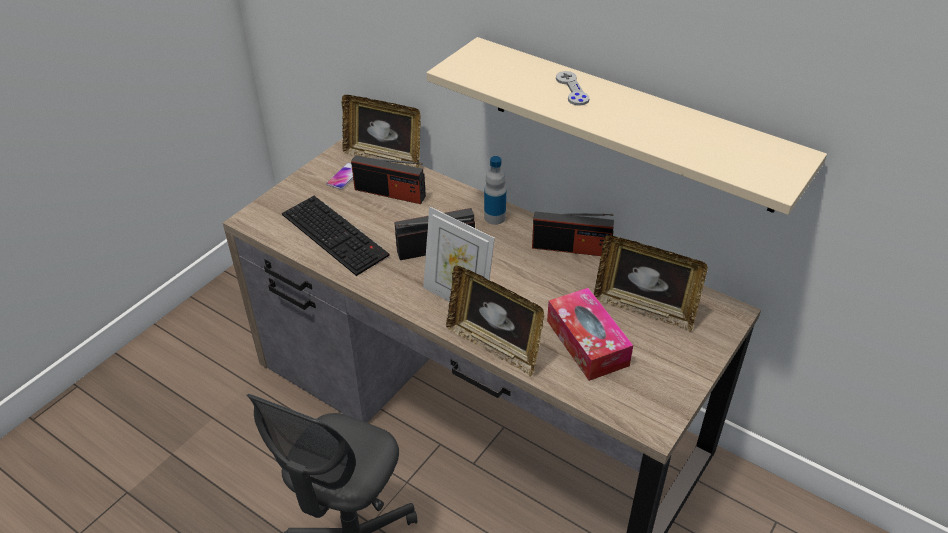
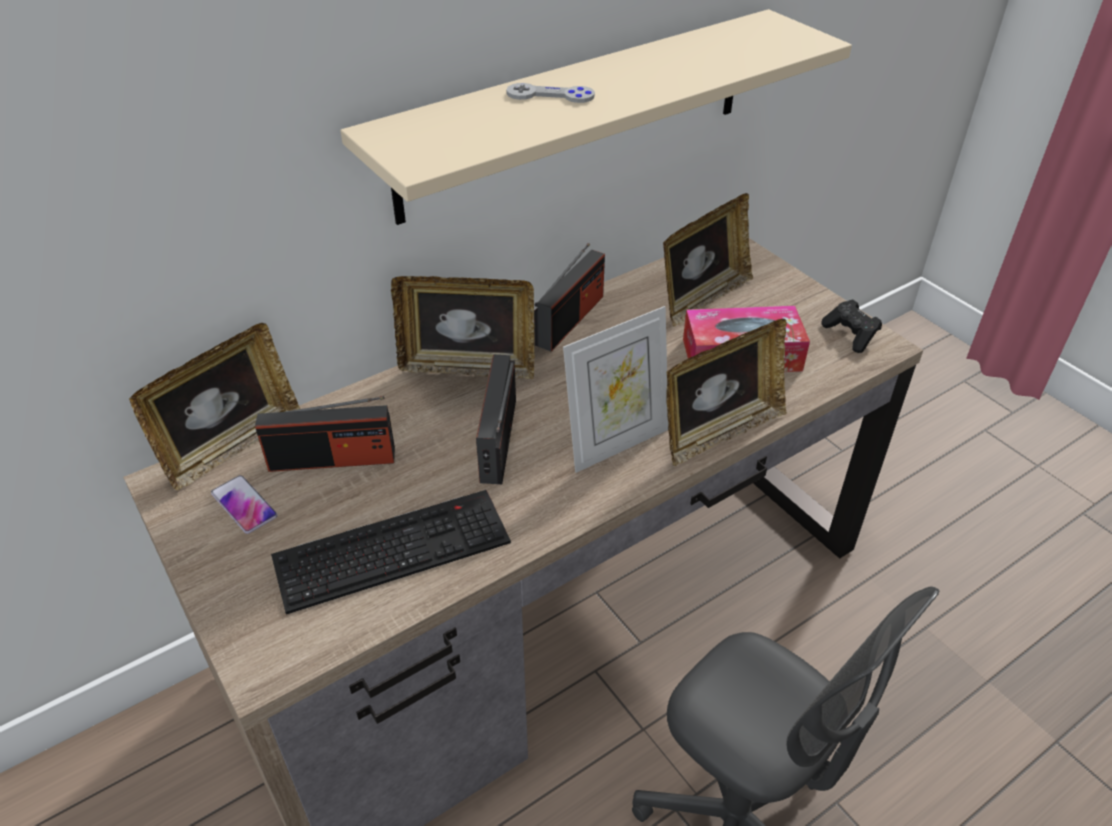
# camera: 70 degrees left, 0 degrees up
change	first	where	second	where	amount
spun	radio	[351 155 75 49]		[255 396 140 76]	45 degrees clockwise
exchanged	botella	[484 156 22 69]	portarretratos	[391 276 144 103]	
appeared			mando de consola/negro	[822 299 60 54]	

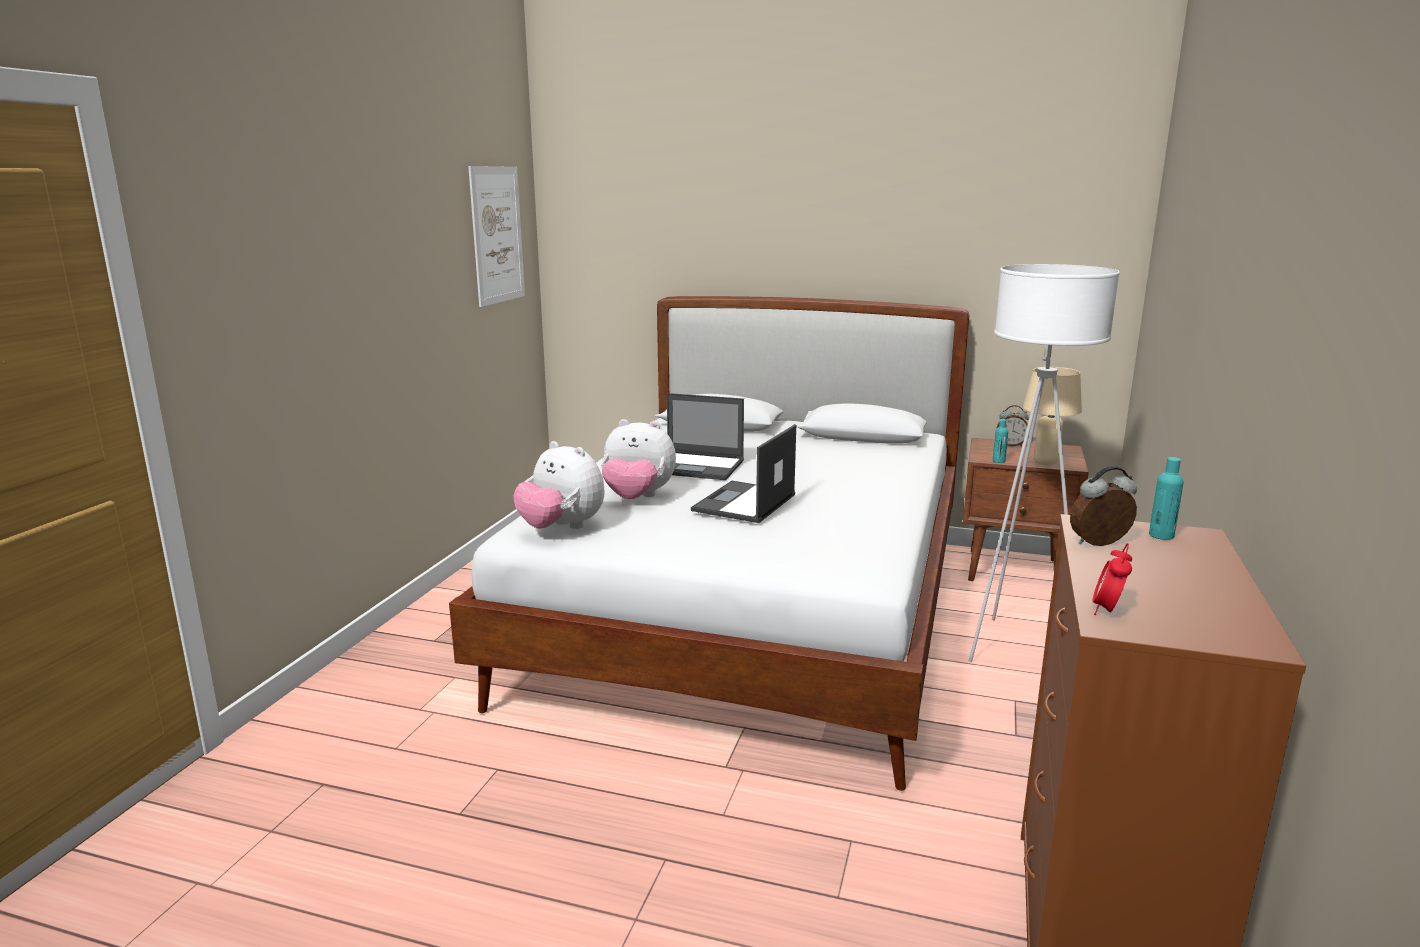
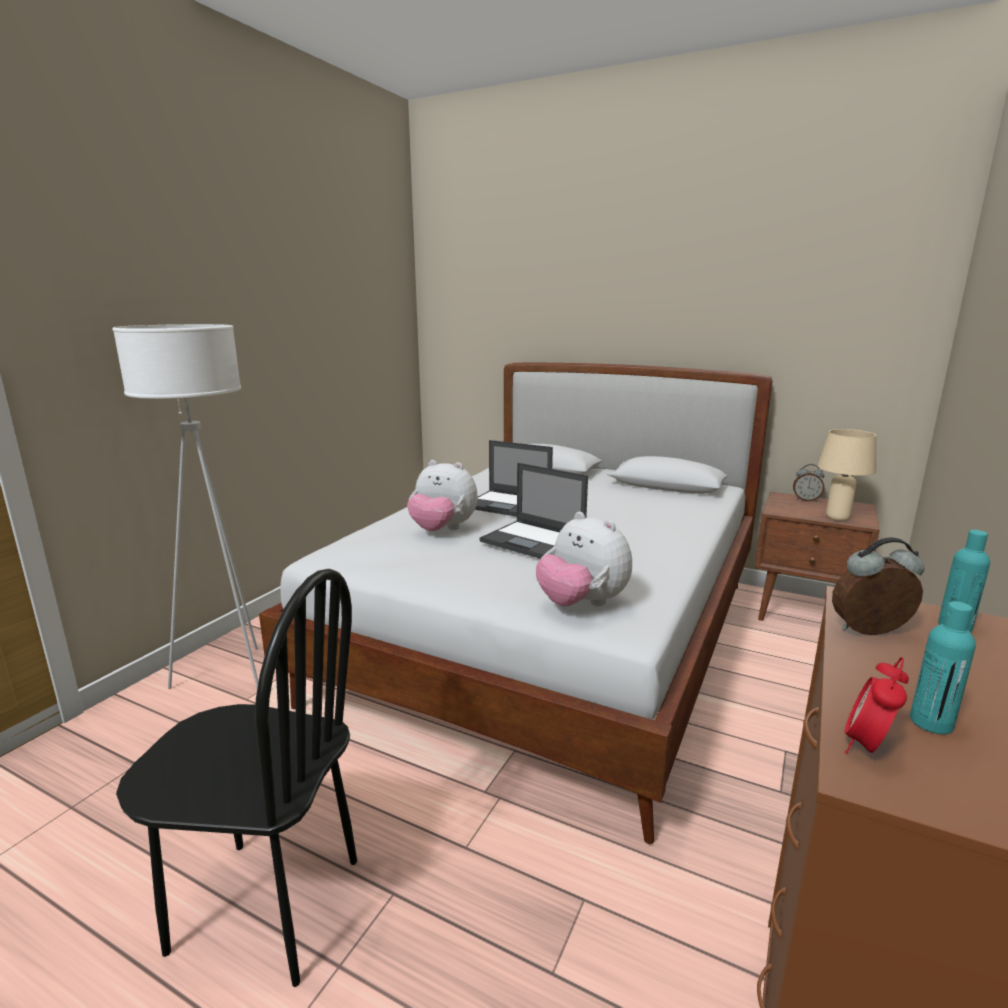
# camera: 10 degrees right, 0 degrees up
change	first	where	second	where	amount
missing	cuadro	[468 166 57 141]			
relocated	peluche	[513 441 92 88]		[536 512 96 94]	
spun	portátil	[691 424 105 99]		[479 463 109 96]	90 degrees counterclockwise
relocated	lámpara de pie/blanco	[969 264 151 398]		[112 324 147 365]	
relocated	botella/turquesa	[993 419 15 44]		[910 601 66 133]	
appeared			silla/negro	[116 569 241 418]	

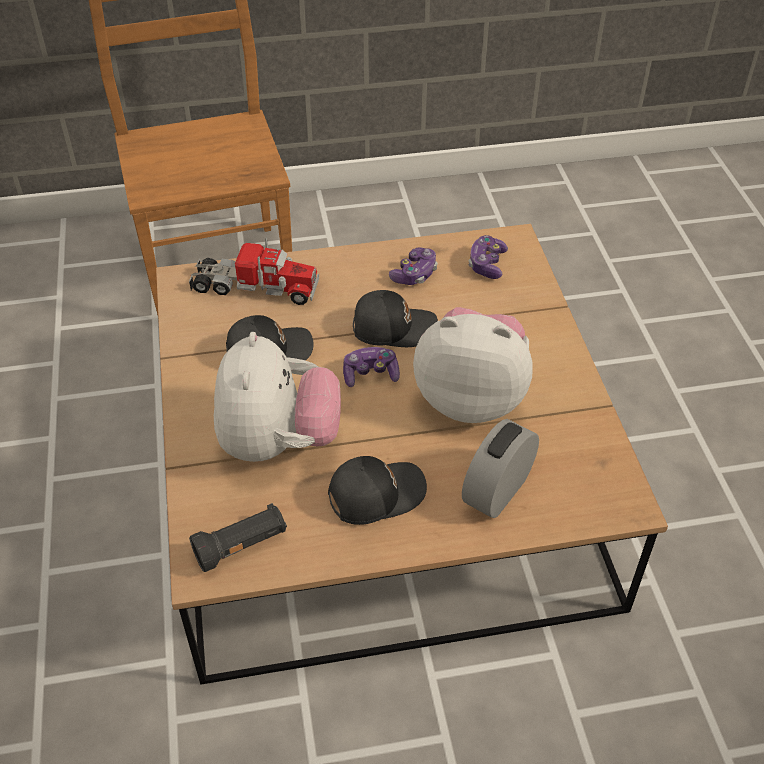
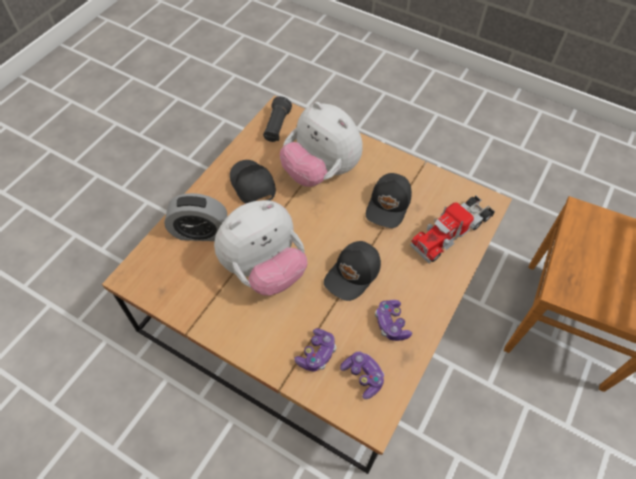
# camera: 130 degrees right, 10 degrees up
change	first	where	second	where	amount
spun	gorra/negro	[328 456 99 69]		[230 160 46 44]	135 degrees clockwise
relocated	mando de consola	[343 347 57 40]		[294 328 42 44]	
spun	despertador	[462 419 77 99]		[164 193 63 48]	105 degrees clockwise

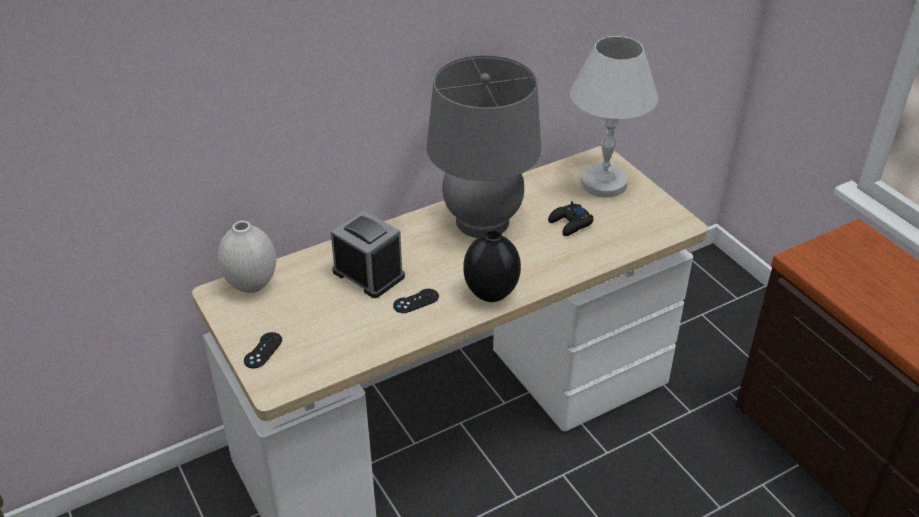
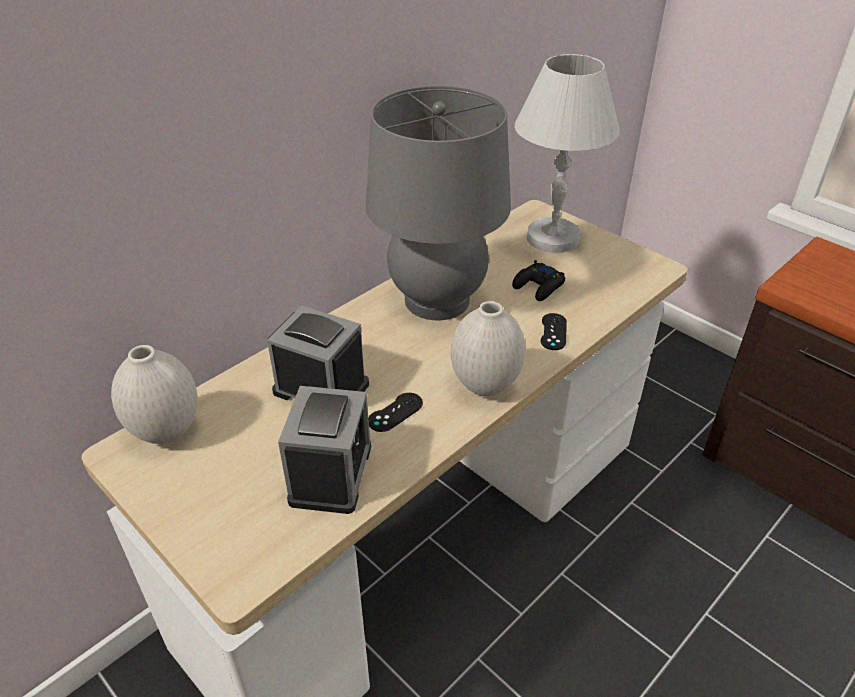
# camera: 15 degrees left, 0 degrees up
change	first	where	second	where	amount
relocated	mando de consola/negro	[244 332 38 37]		[541 313 26 37]	
colour	florero/negro	[463 229 58 73]	florero/blanco	[451 301 75 95]	
appeared			despertador	[278 386 93 128]	

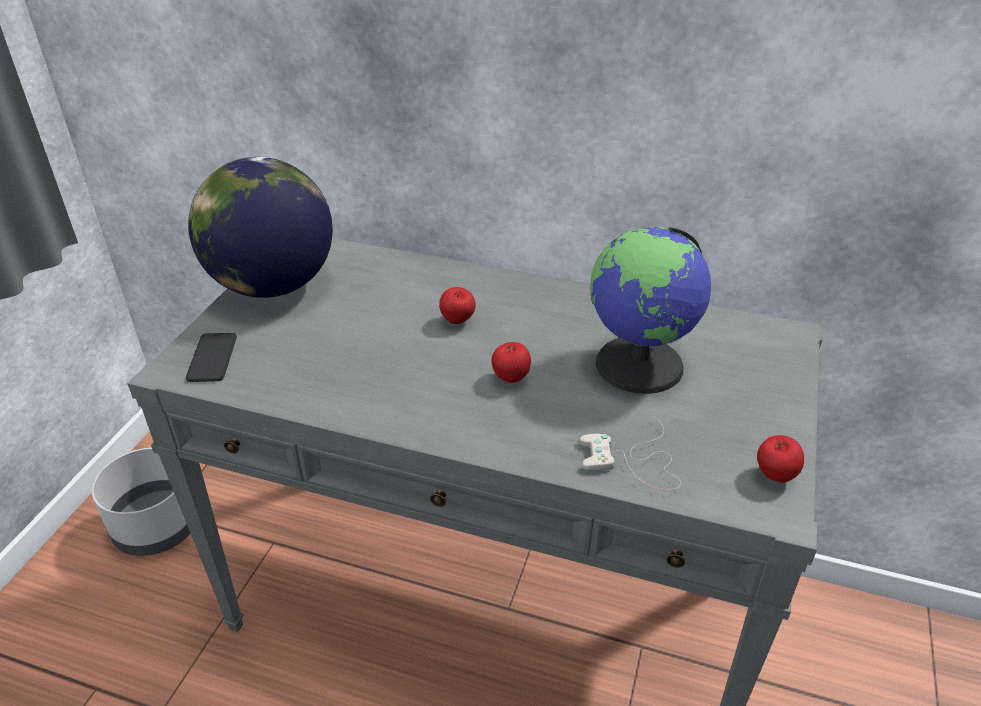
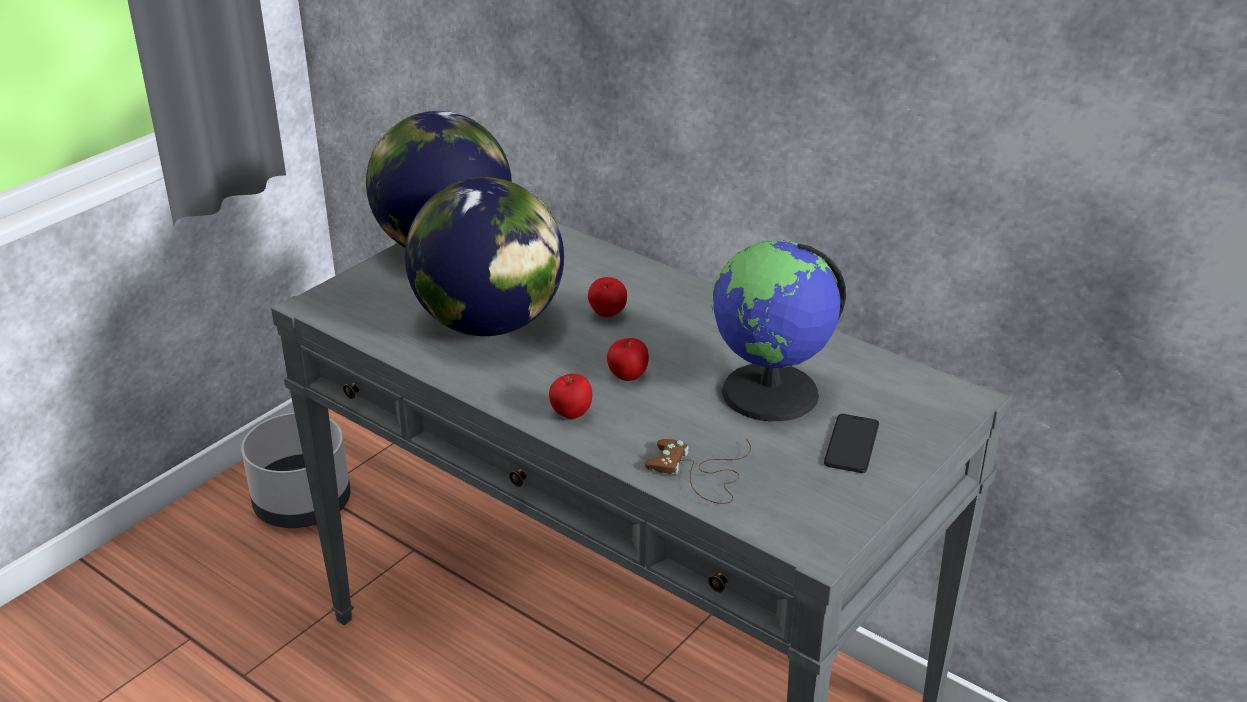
# camera: 20 degrees right, 5 degrees down
change	first	where	second	where	amount
relocated	móvil	[186 333 51 49]		[824 414 55 59]	
colour	mando de consola/blanco	[579 416 102 74]	mando de consola/marrón	[645 439 106 65]	
relocated	manzana	[757 435 47 47]		[549 374 43 45]	
appeared			globo terráqueo	[405 177 159 159]	

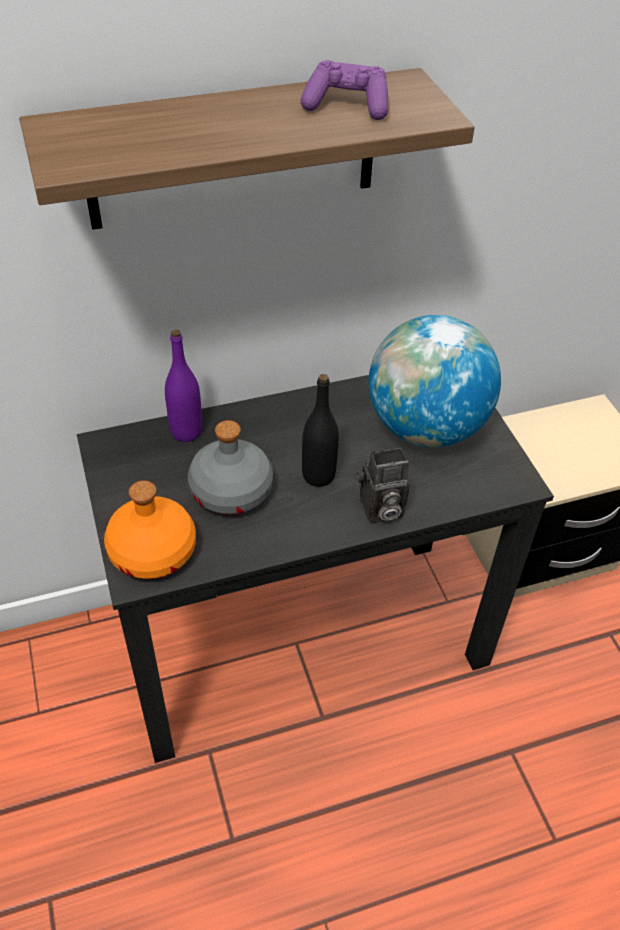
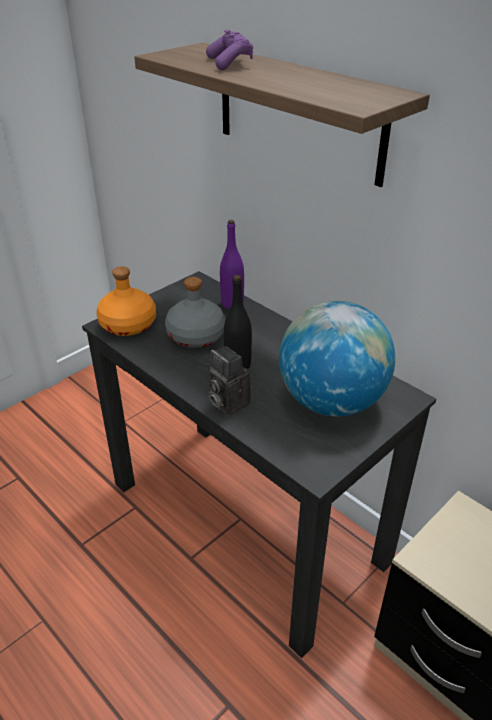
# camera: 65 degrees right, 10 degrees down
change	first	where	second	where	amount
relocated	mando de consola/morado	[301 60 87 60]		[206 30 47 40]	

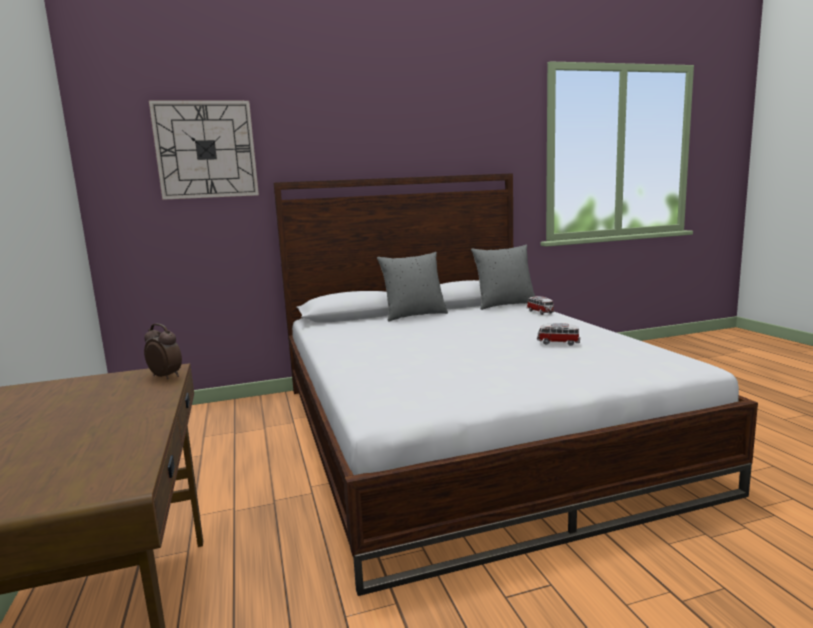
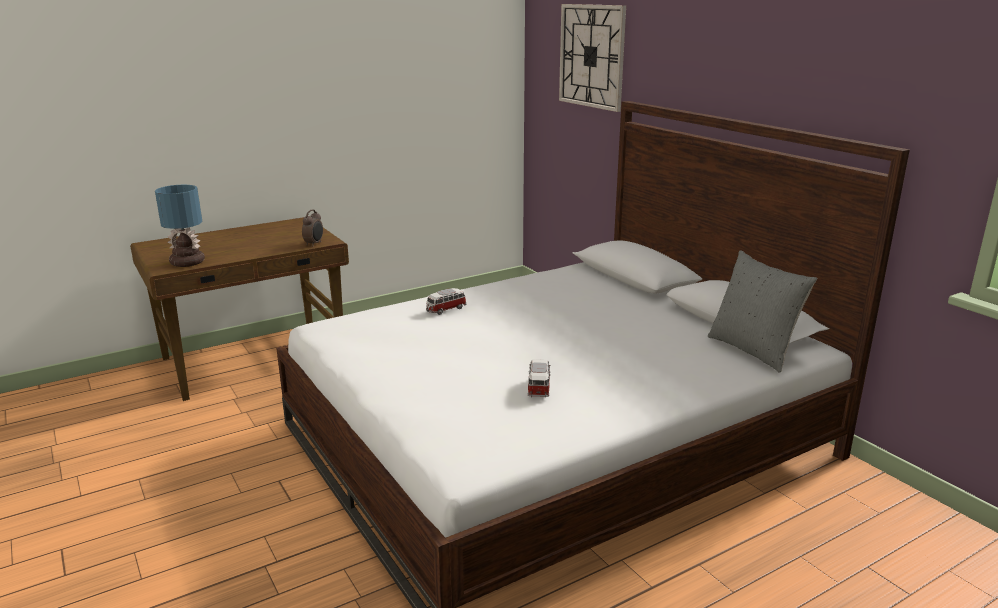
# camera: 75 degrees right, 10 degrees up
change	first	where	second	where	amount
missing	cojín/gris	[377 252 71 70]			
relocated	coche de juguete	[527 296 27 19]		[426 288 41 27]	
appeared			lámpara de mesa	[155 185 50 82]	

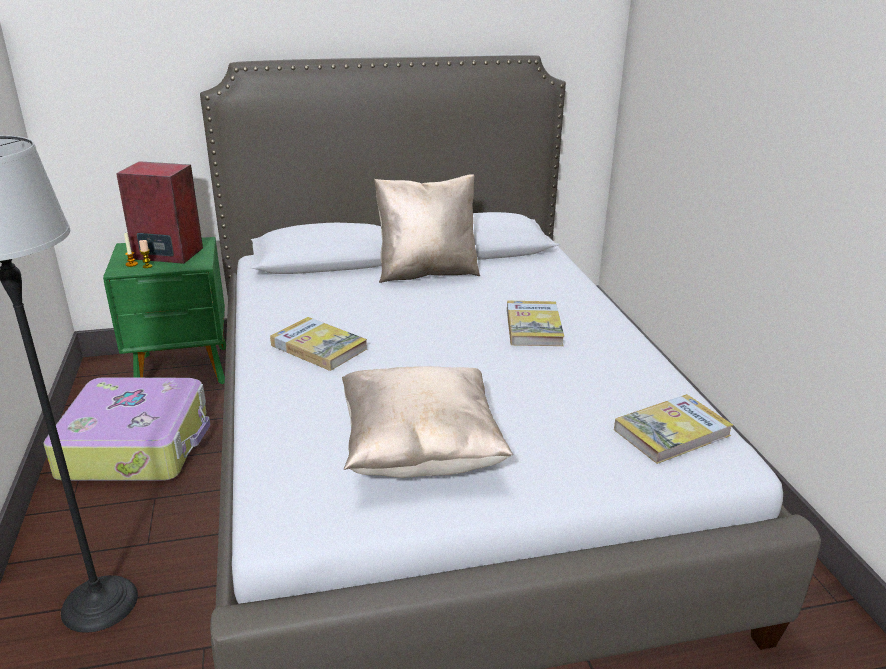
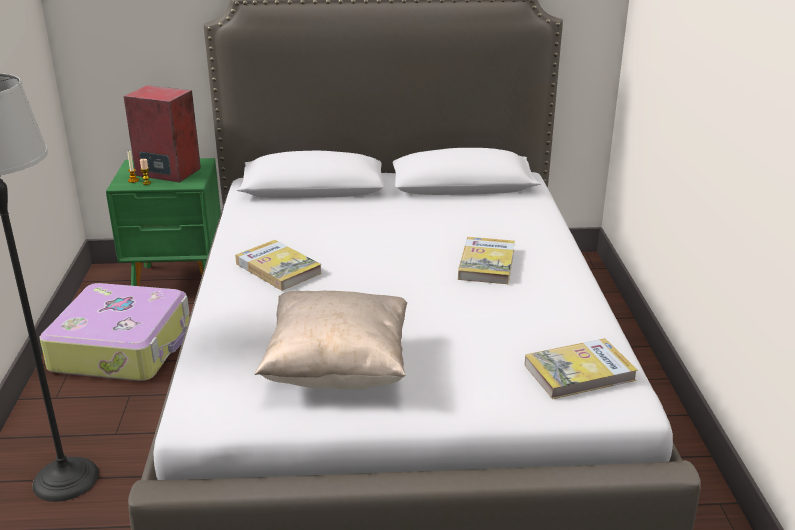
# camera: 10 degrees right, 0 degrees up
change	first	where	second	where	amount
missing	cojín/beis	[374 174 106 109]			

